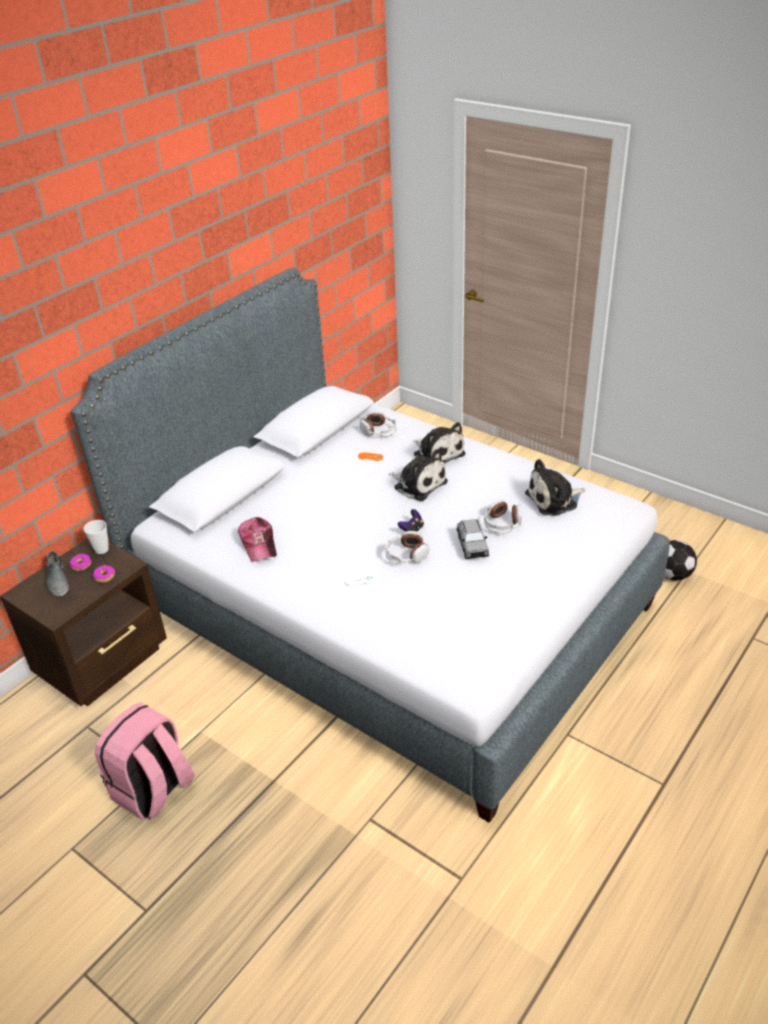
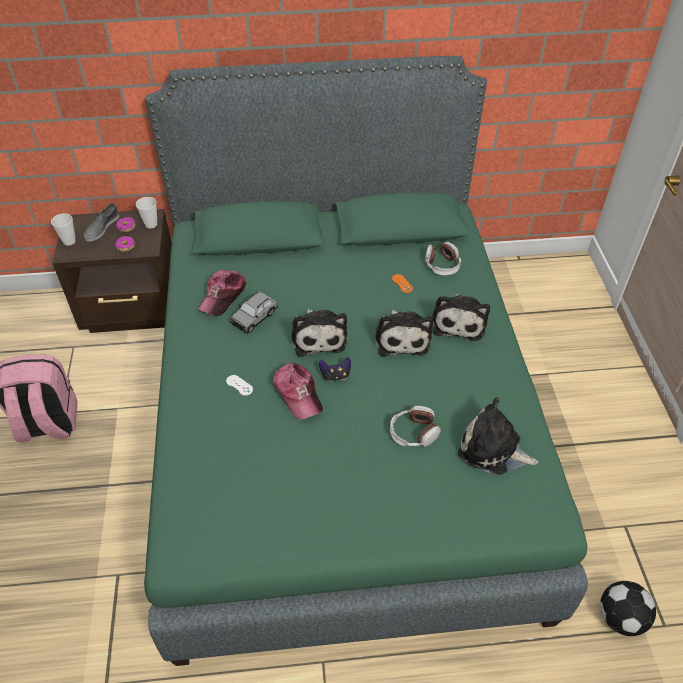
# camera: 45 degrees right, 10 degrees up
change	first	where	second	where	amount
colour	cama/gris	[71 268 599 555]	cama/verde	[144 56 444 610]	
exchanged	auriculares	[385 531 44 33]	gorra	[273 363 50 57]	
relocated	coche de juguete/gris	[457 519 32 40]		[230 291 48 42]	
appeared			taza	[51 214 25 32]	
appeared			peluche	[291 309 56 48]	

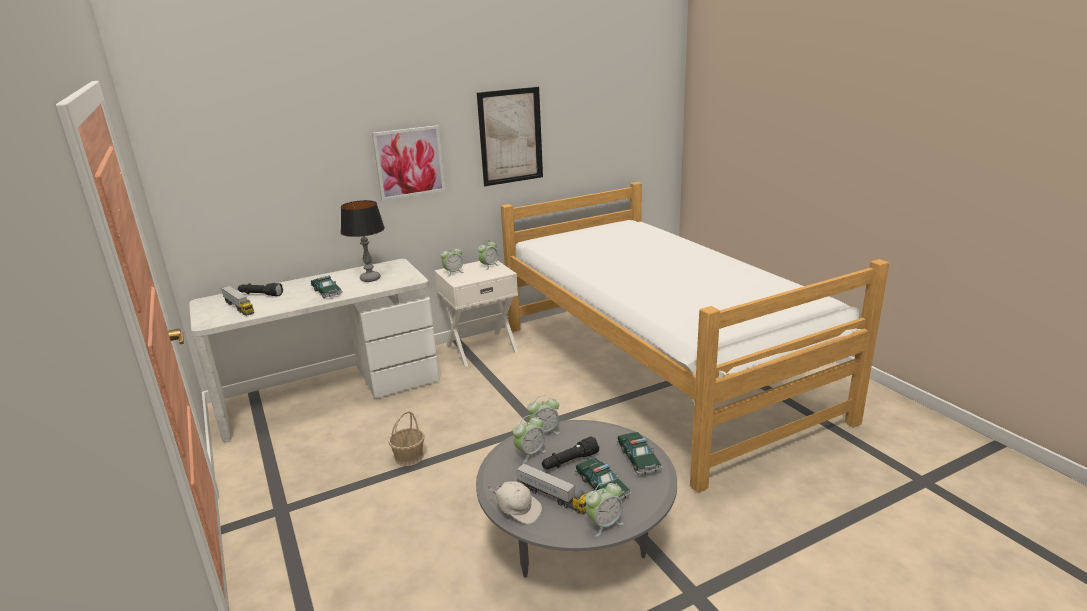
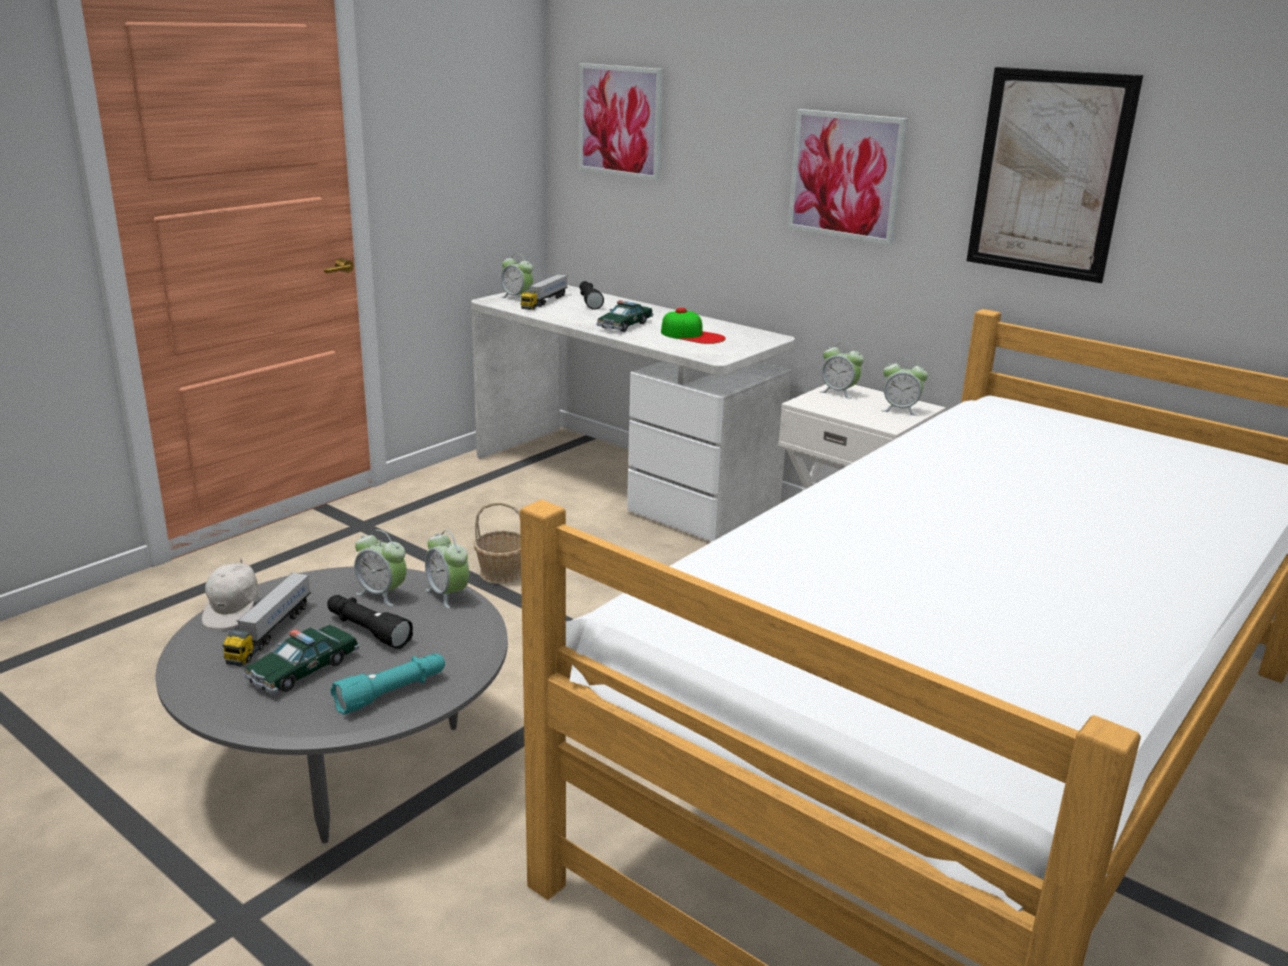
# camera: 65 degrees right, 0 degrees up
change	first	where	second	where	amount
exchanged	lámpara de mesa	[341 200 44 82]	gorra	[661 308 65 36]	
relocated	despertador	[585 481 39 56]		[501 253 32 49]	
exchanged	coche de juguete	[617 432 45 43]	linterna/turquesa	[331 654 114 61]	
appeared			cuadro	[579 63 85 118]	

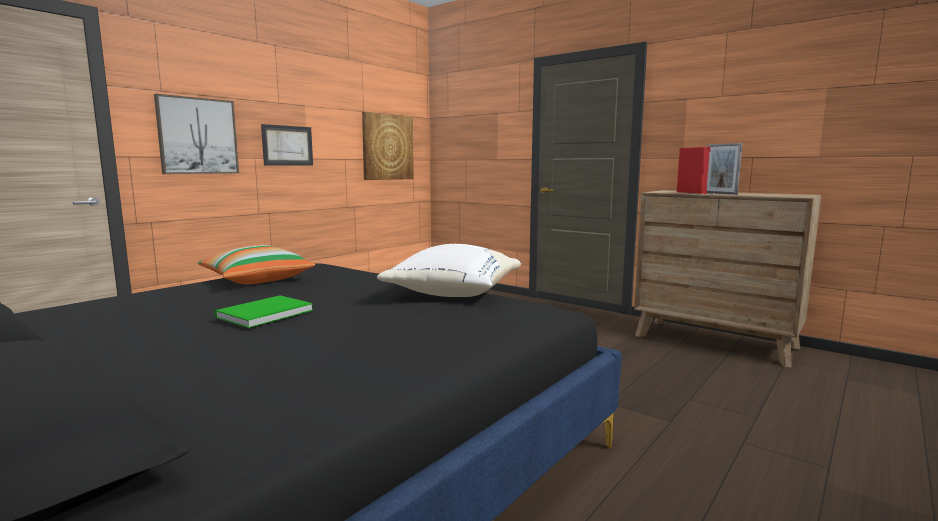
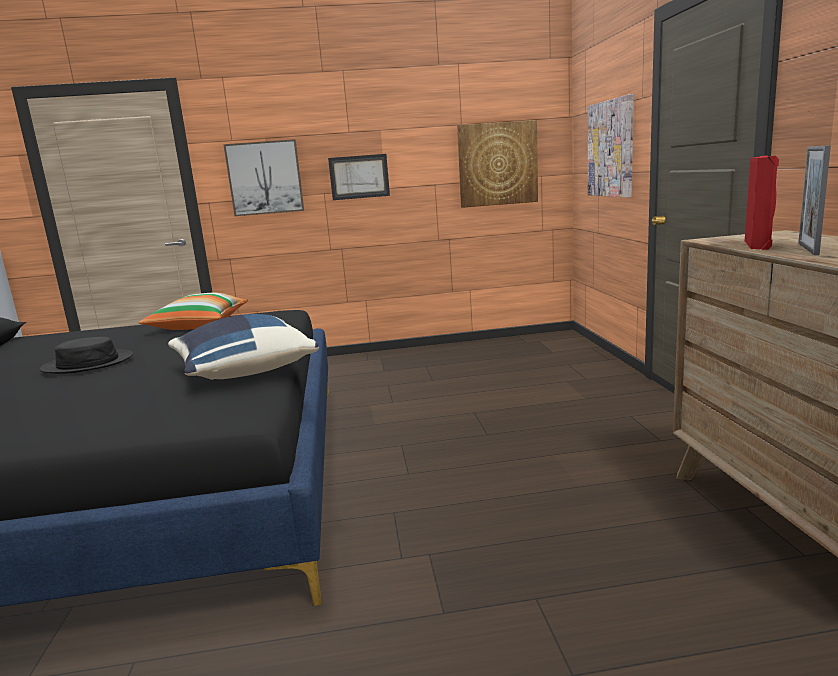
# camera: 45 degrees right, 5 degrees up
change	first	where	second	where	amount
exchanged	libro/verde	[215 295 98 33]	sombrero/negro	[40 337 93 37]	
colour	cojín/blanco	[377 244 144 53]	cojín/azul	[168 314 151 66]	
appeared			cuadro	[588 94 46 104]	

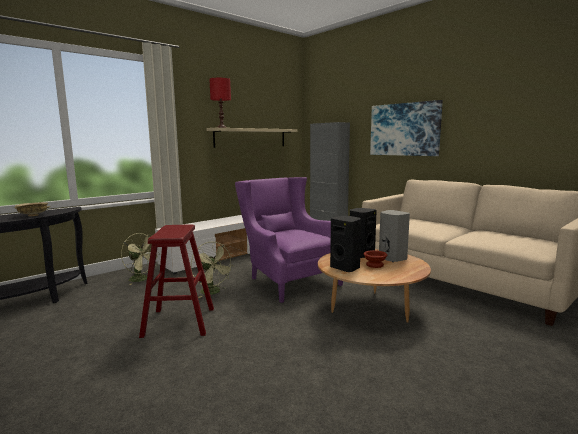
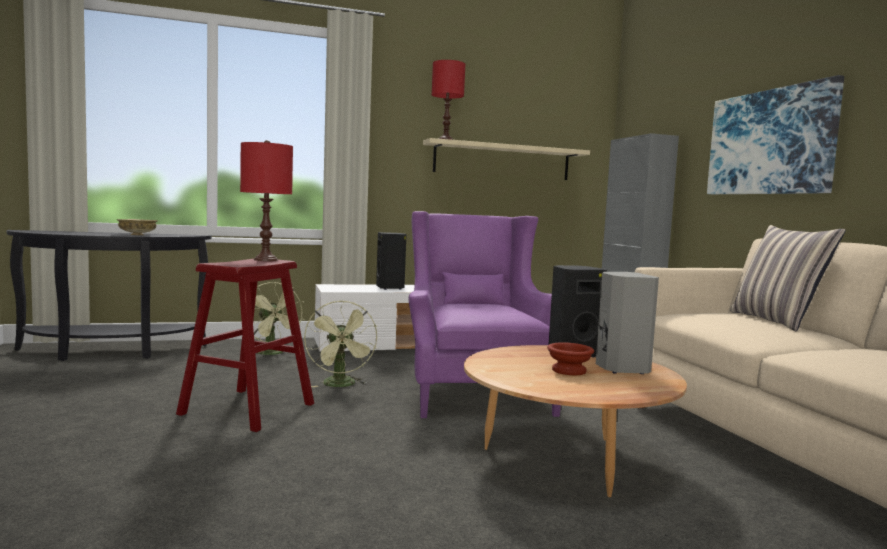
# camera: 25 degrees right, 5 degrees down
change	first	where	second	where	amount
relocated	altavoz/negro	[330 216 31 56]		[376 232 30 58]	
appeared			lámpara de mesa/rojo	[240 140 53 121]	
appeared			cojín	[730 225 116 106]	

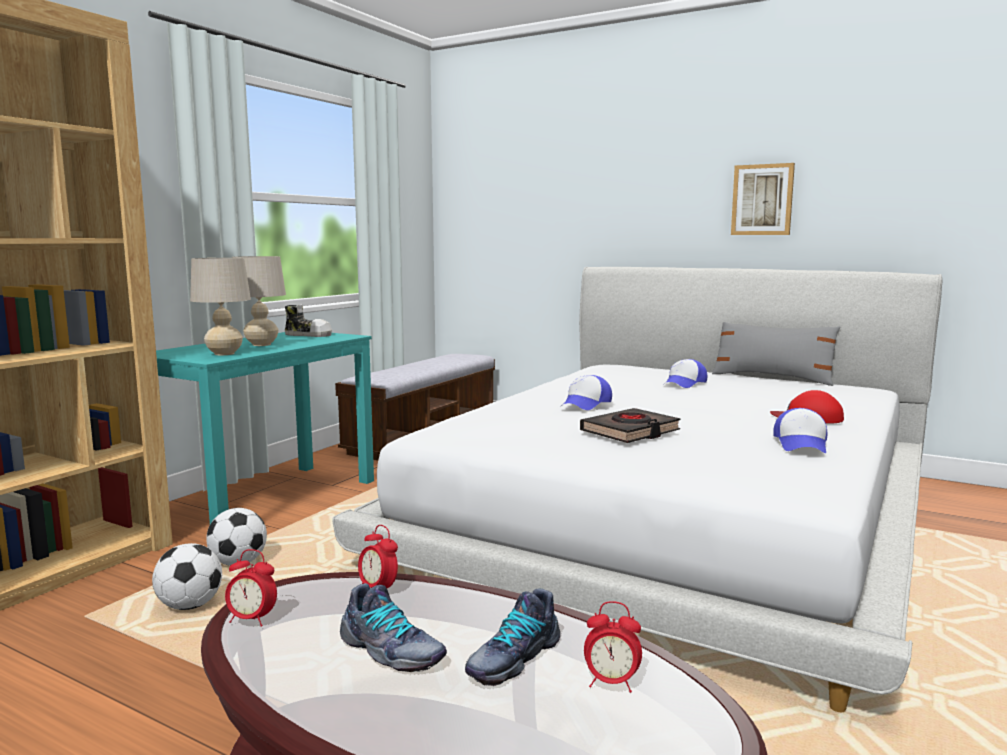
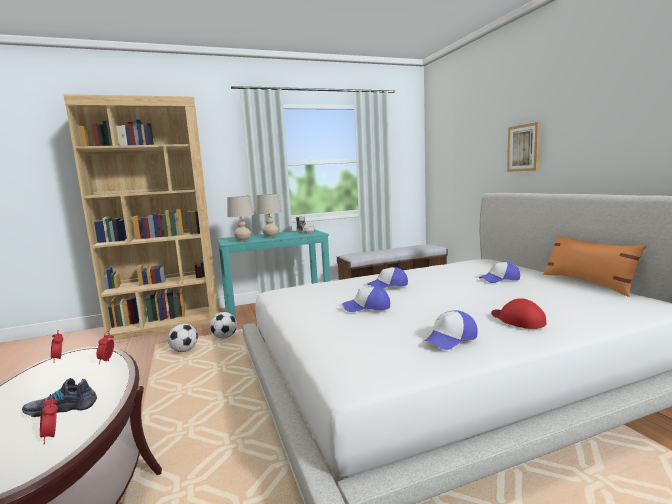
# camera: 40 degrees right, 0 degrees up
change	first	where	second	where	amount
missing	zapato	[340 583 107 89]			
exchanged	libro/negro	[580 408 100 35]	gorra	[342 286 48 26]	
colour	cojín/gris	[712 322 129 64]	cojín/naranja	[543 235 104 62]	
relocated	cuadro	[731 163 64 72]		[507 122 34 50]	

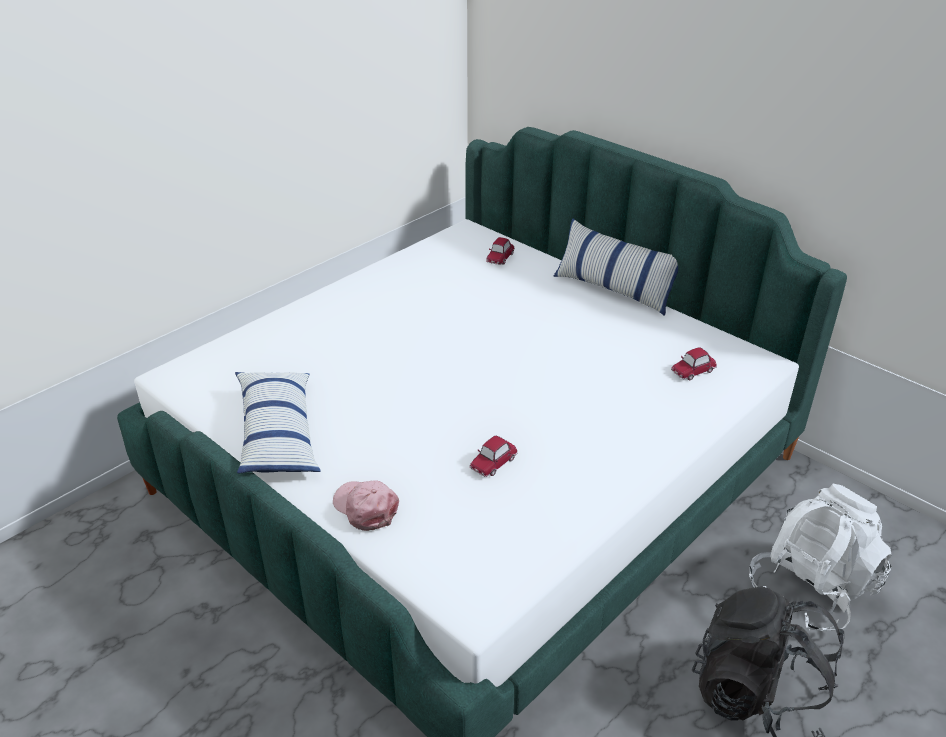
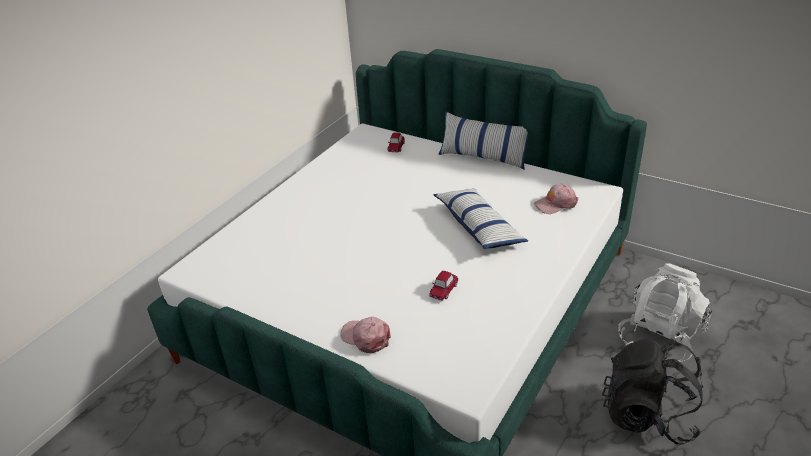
# camera: 10 degrees left, 0 degrees up
change	first	where	second	where	amount
relocated	cojín	[235 372 85 101]		[433 189 95 60]	
exchanged	coche de juguete	[671 347 46 33]	gorra/rosa	[534 184 44 30]	

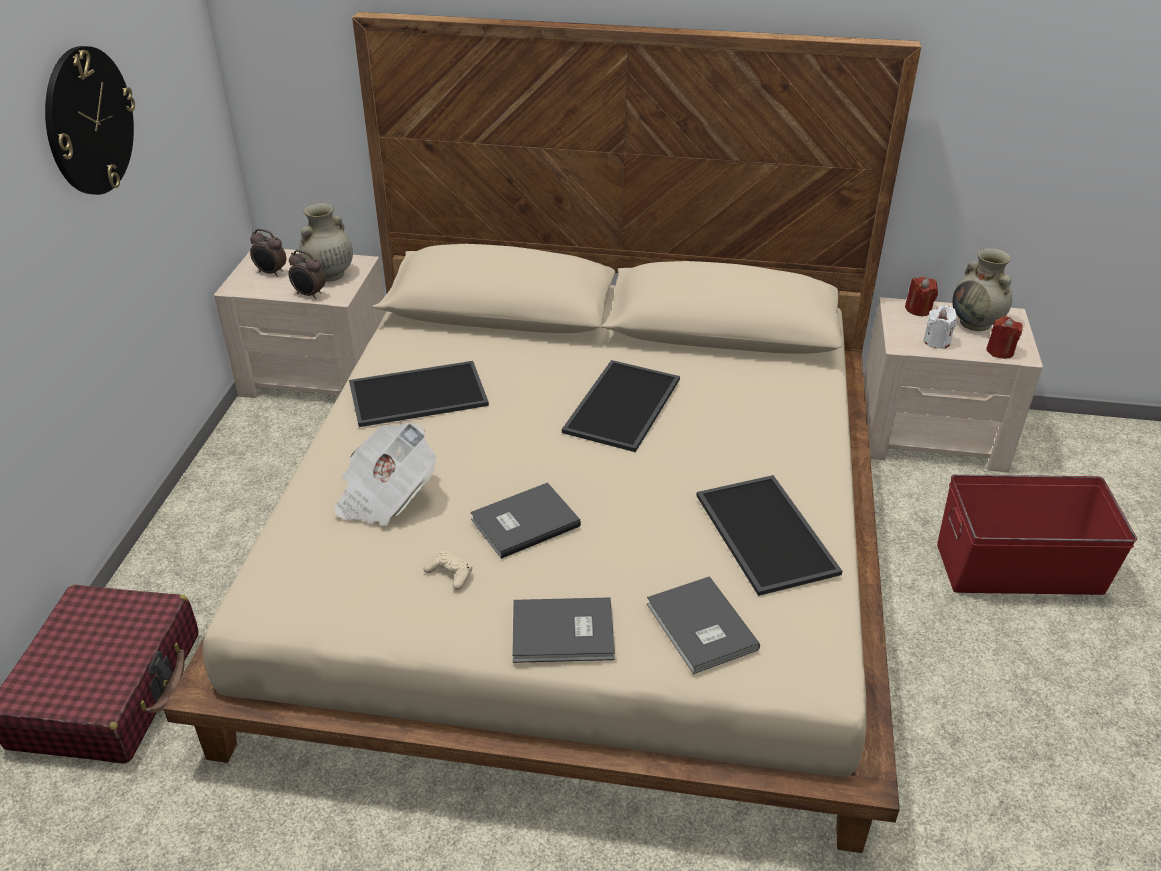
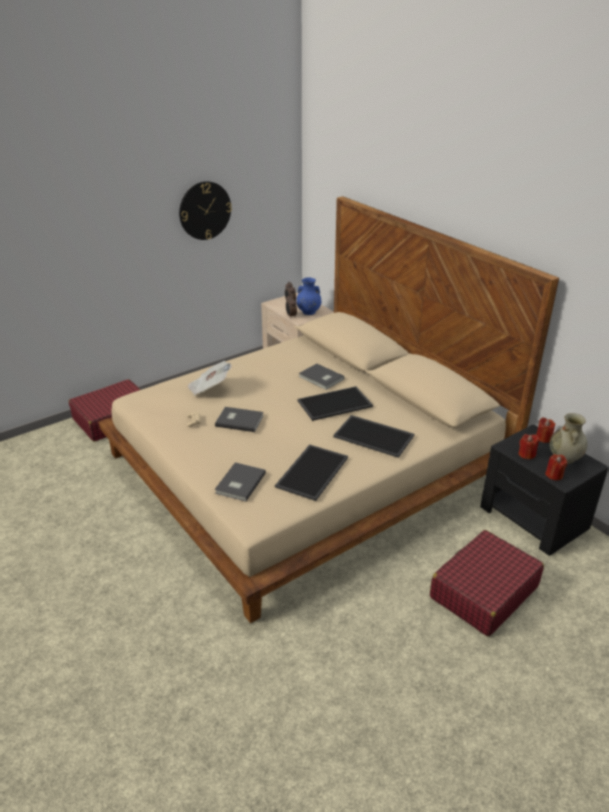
# camera: 45 degrees right, 5 degrees down
change	first	where	second	where	amount
colour	florero/beis	[299 203 54 79]	florero/azul	[296 278 25 37]	
relocated	bandeja	[349 361 140 66]		[333 415 81 43]	
relocated	libro/gris	[512 597 103 66]		[299 364 46 26]	
colour	mesita de noche/beis	[864 297 179 175]	mesita de noche/negro	[480 424 129 132]	
colour	vela/blanco	[924 305 33 44]	vela/rojo	[519 434 20 25]	
exchanged	caja de almacenaje/rojo	[937 474 200 121]	maleta/rojo	[430 530 114 106]	

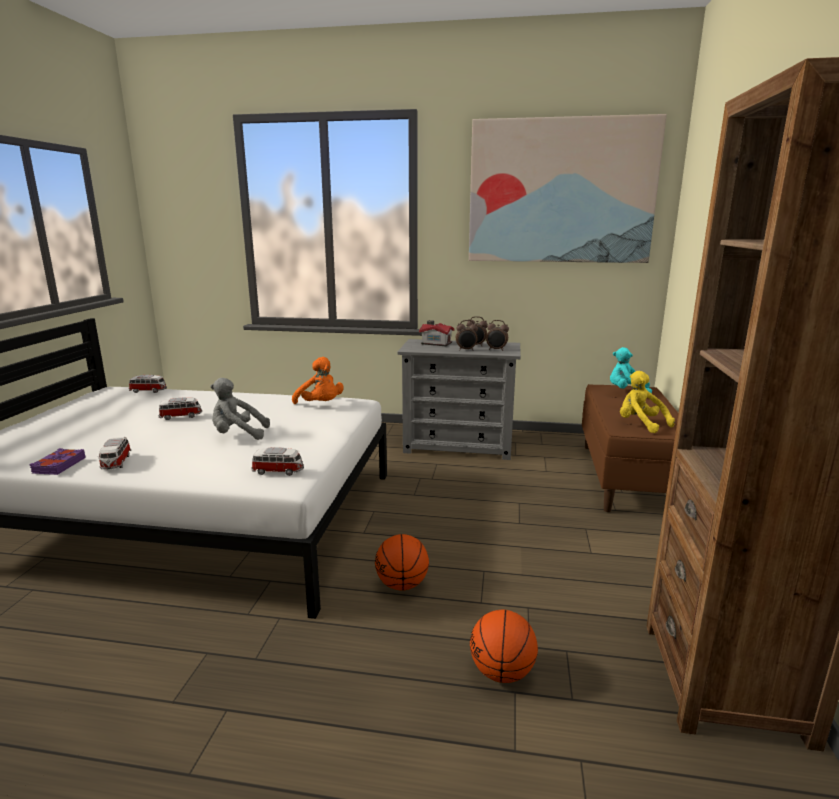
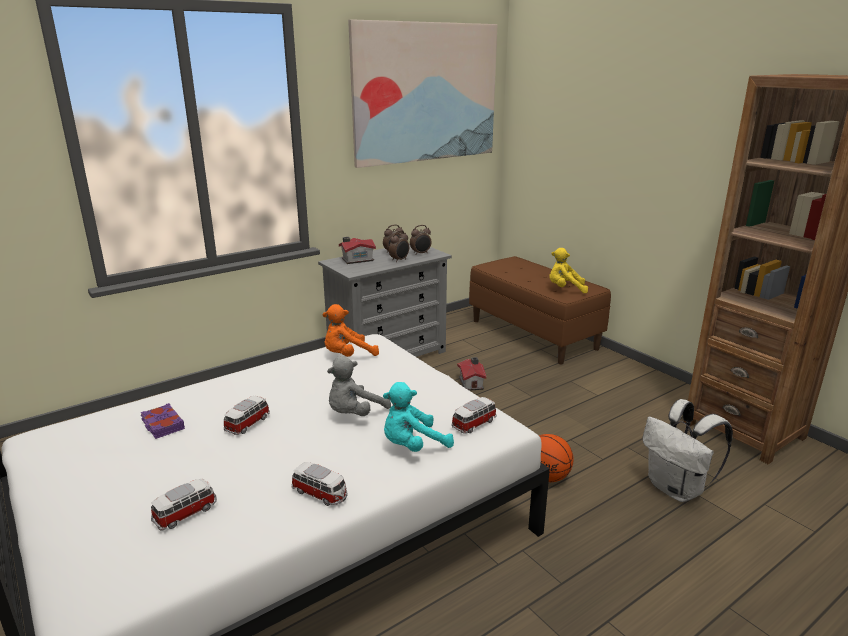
# camera: 45 degrees left, 5 degrees up
change	first	where	second	where	amount
relocated	libro/morado	[29 448 57 27]		[141 403 44 36]	
relocated	coche de juguete	[129 375 38 18]		[151 479 66 52]	
spun	peluche/naranja	[292 357 52 47]		[323 304 56 53]	150 degrees clockwise
exchanged	balón de baloncesto	[470 610 68 73]	mochila/blanco	[643 399 90 103]	
relocated	peluche/turquesa	[610 347 42 47]		[383 382 71 70]	
appeared			casita	[457 357 30 34]	

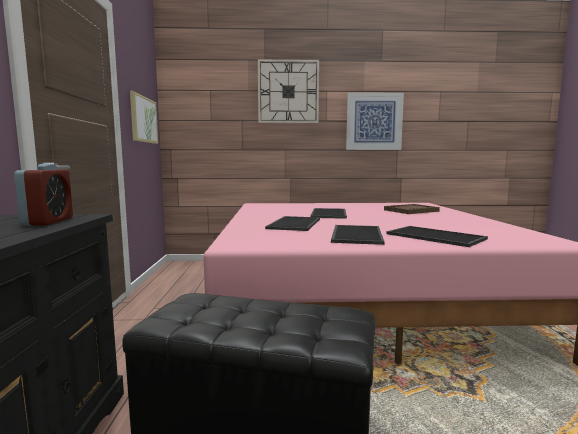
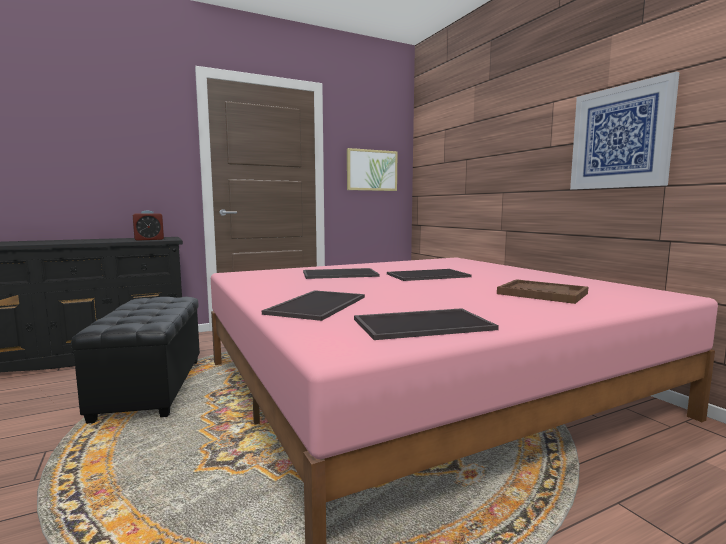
# camera: 65 degrees right, 0 degrees up
change	first	where	second	where	amount
missing	reloj de pared	[258 59 61 64]			
relocated	bandeja	[331 225 53 20]		[354 308 145 32]	

